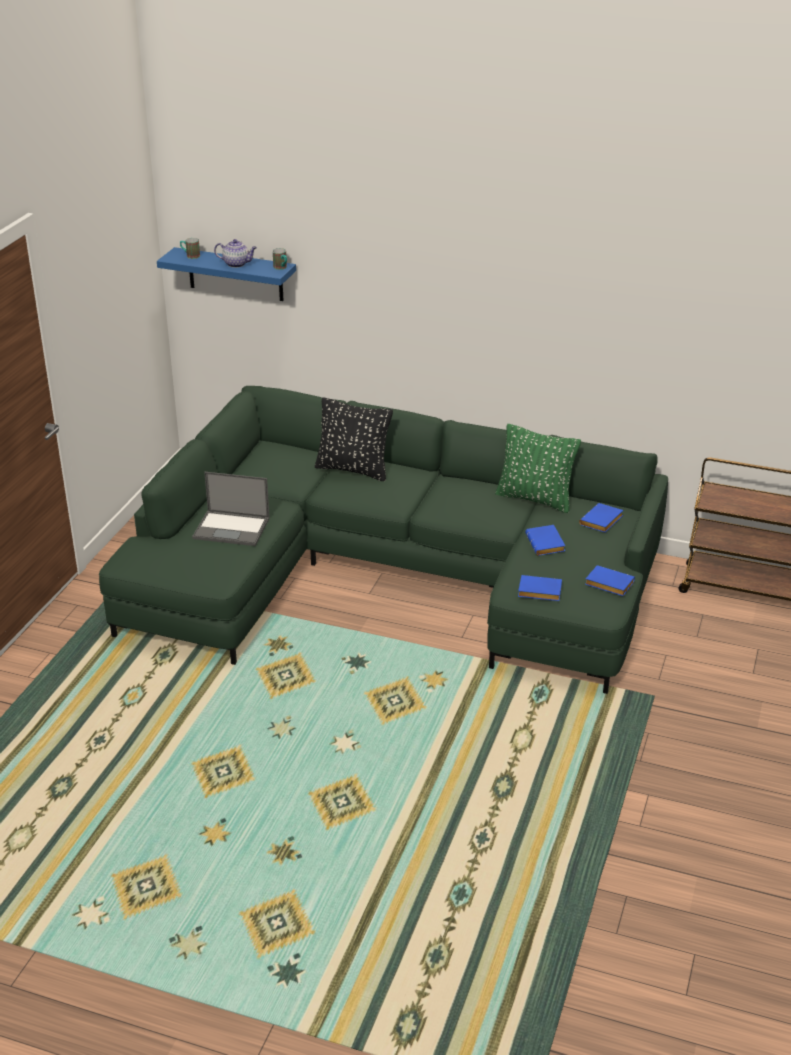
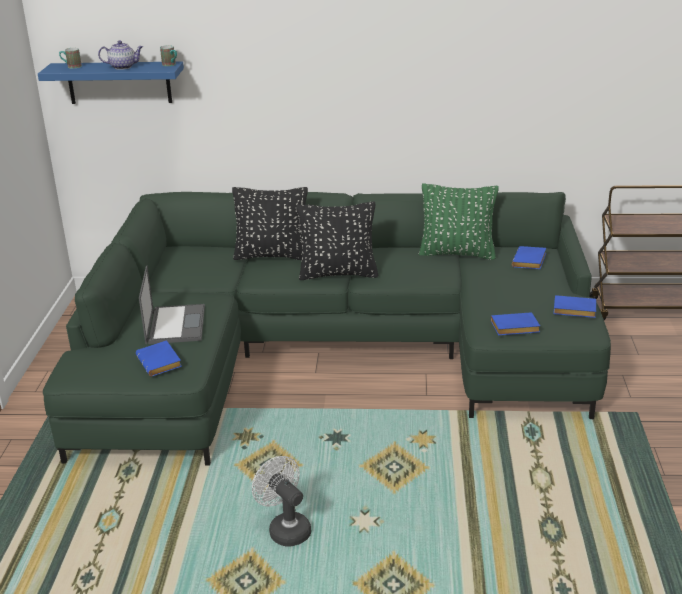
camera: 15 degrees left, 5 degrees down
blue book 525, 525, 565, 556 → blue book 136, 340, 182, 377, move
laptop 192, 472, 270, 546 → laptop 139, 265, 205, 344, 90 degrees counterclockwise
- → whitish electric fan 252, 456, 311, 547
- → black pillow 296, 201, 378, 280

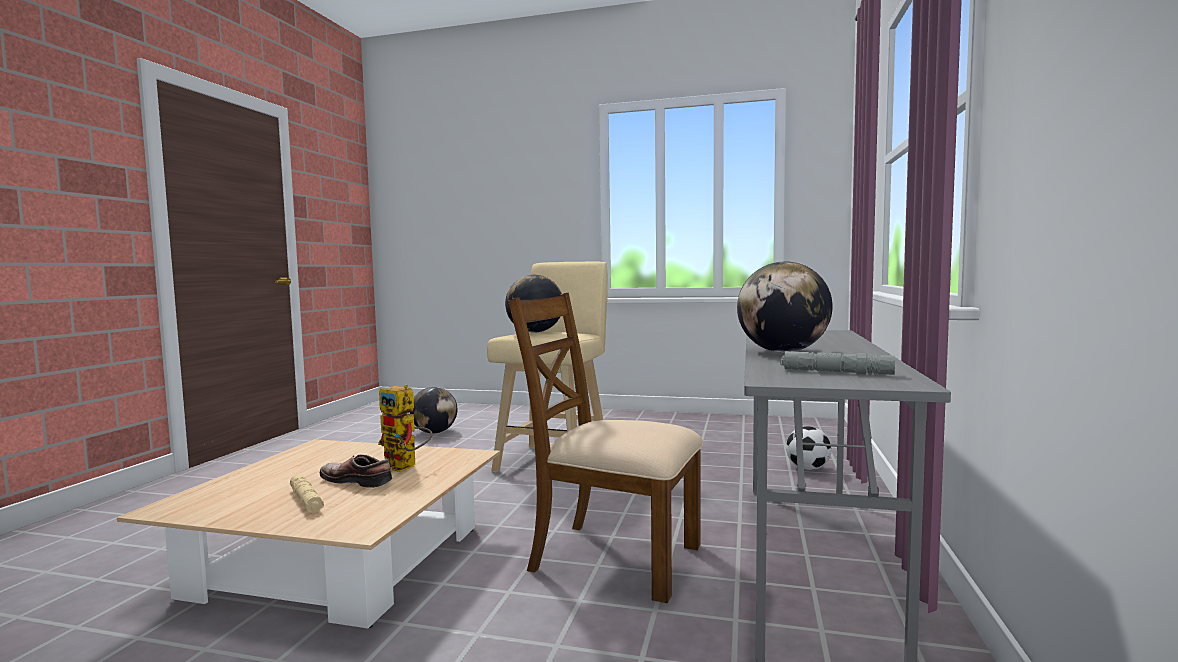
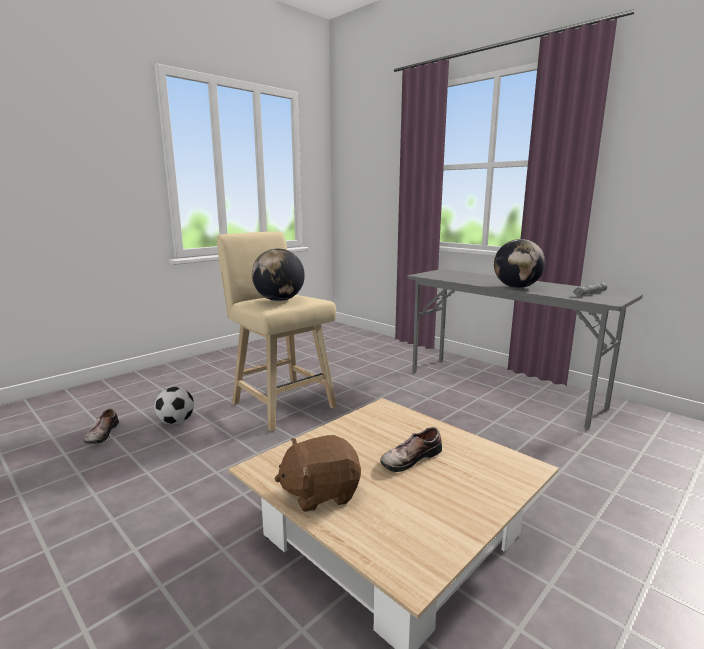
camera: 60 degrees left, 10 degrees up
globe 410, 387, 457, 433 → item of footwear 84, 409, 119, 444
football ball 786, 426, 831, 470 → football ball 154, 387, 194, 424, move
- → brownish plush toy 275, 435, 361, 512
beige-coloured flashlight 290, 474, 324, 513 → -
robot figure 378, 385, 433, 472 → -
brownish upright chair 508, 293, 703, 603 → -

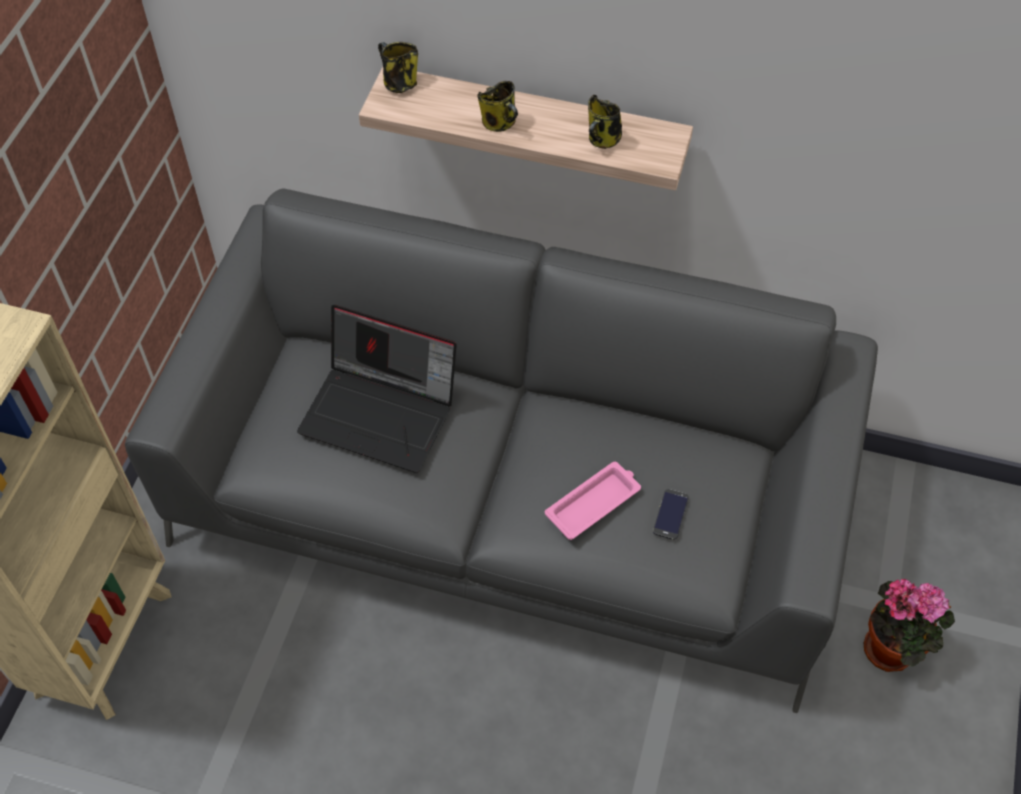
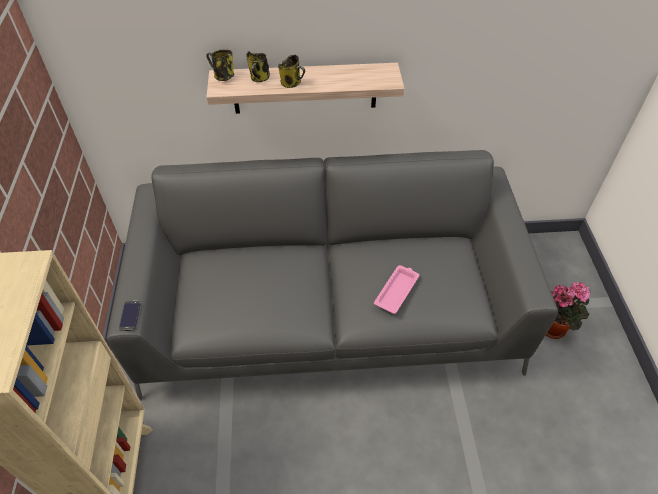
camera: 20 degrees left, 5 degrees down
telephone 653, 489, 689, 540 → telephone 119, 301, 141, 331, move
mug 588, 95, 622, 149 → mug 246, 51, 270, 82, move
laptop 297, 305, 457, 473 → -

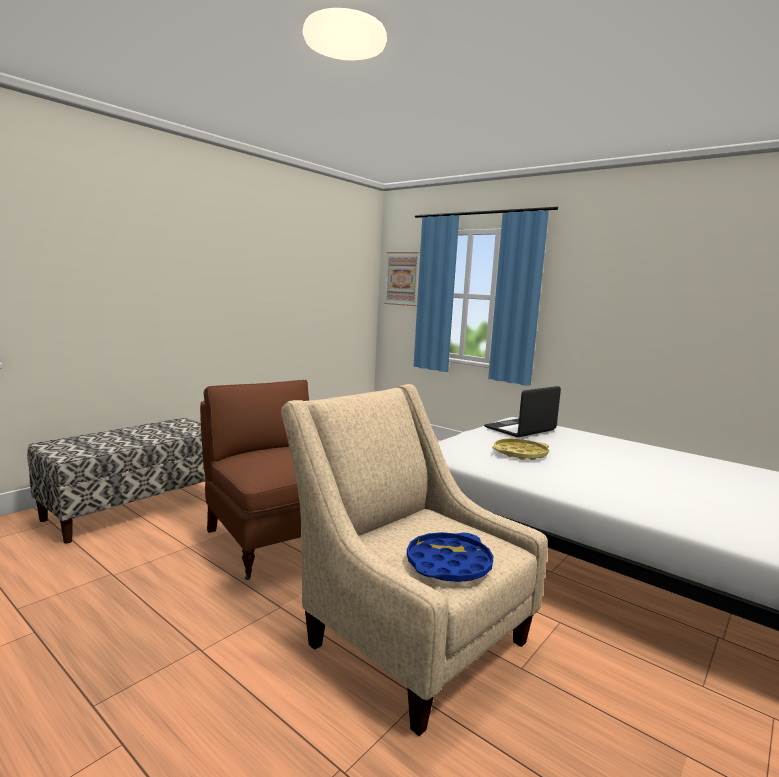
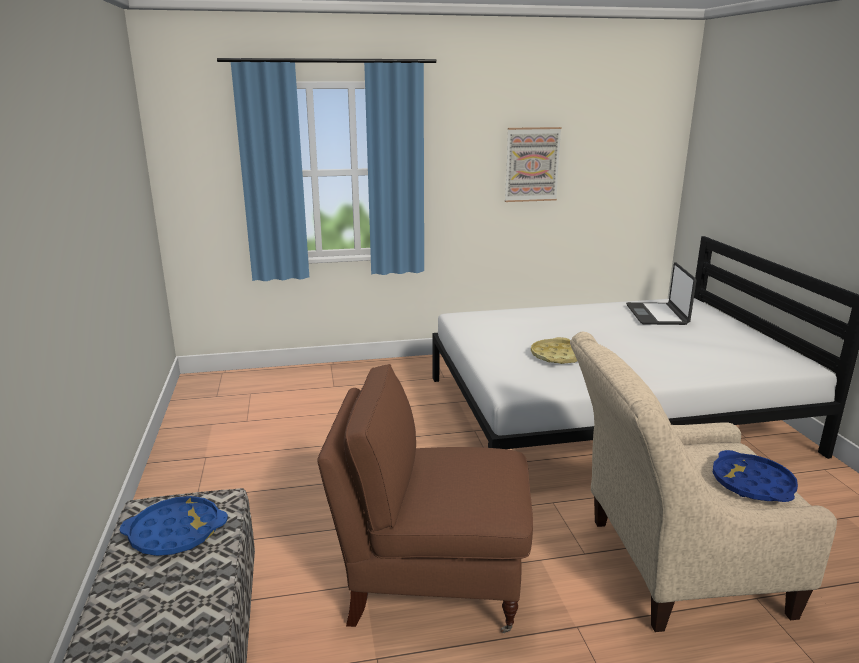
camera: 50 degrees left, 10 degrees up
- → blue tray 120, 496, 228, 556
picture 384, 252, 420, 306 → picture 505, 127, 562, 202, move
laptop 484, 386, 561, 437 → laptop 626, 262, 696, 325, move

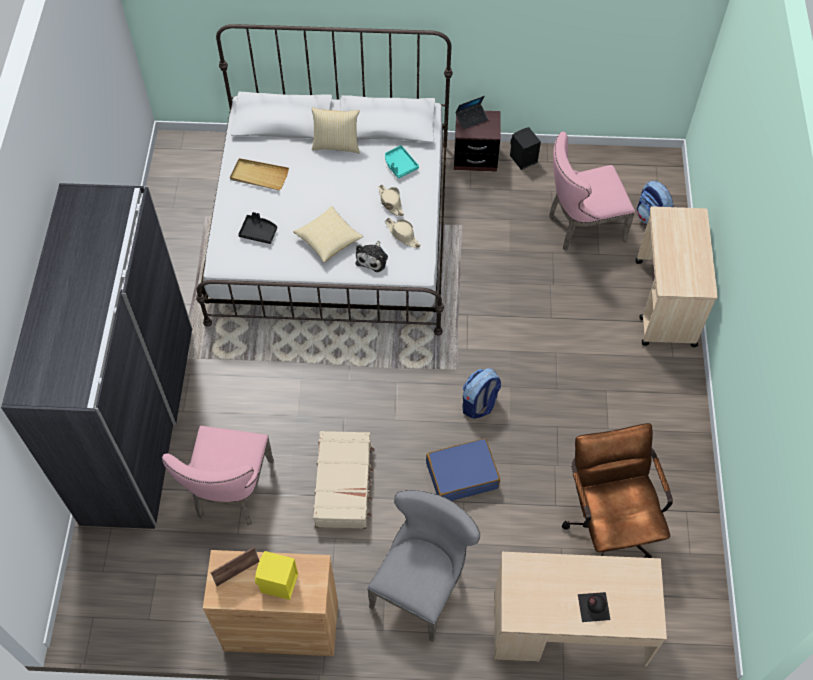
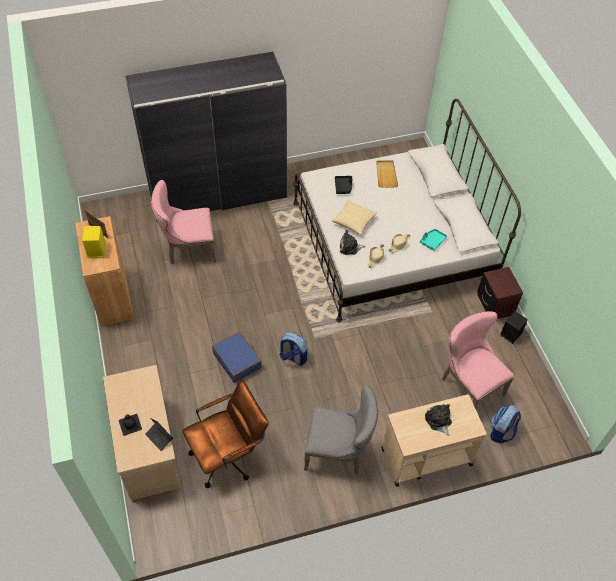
camera: 70 degrees right, 5 degrees down
laptop 455, 96, 488, 129 → laptop 145, 418, 173, 451, move
gray upright chair 367, 490, 480, 642 → gray upright chair 304, 386, 378, 474, move
- → plush toy 425, 404, 452, 436
pillow 311, 108, 360, 153 → -
beige-coloured travel case 313, 431, 375, 529 → -

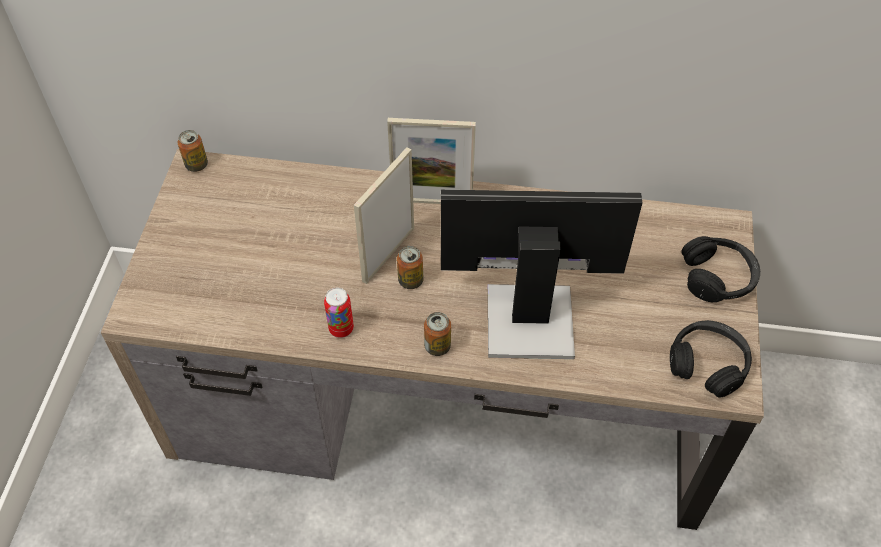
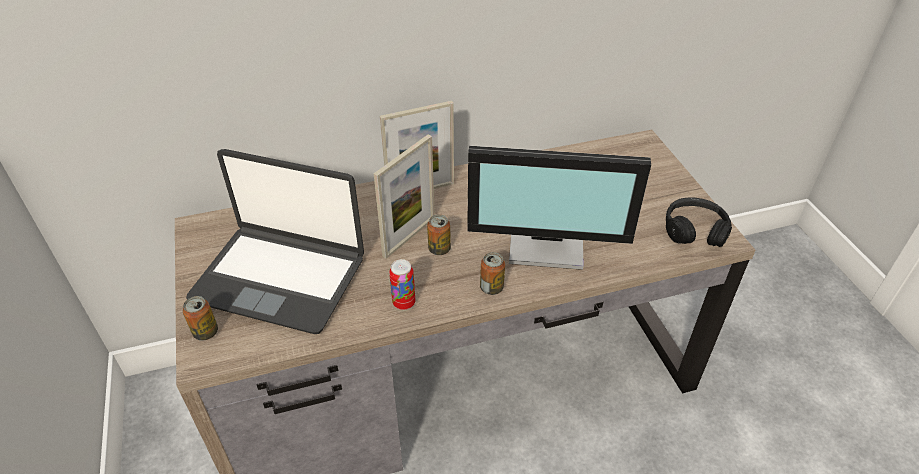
camera: 25 degrees left, 10 degrees down
sealed can 178, 130, 208, 172 → sealed can 183, 296, 218, 341, move
- → laptop 186, 149, 364, 334
photo frame 354, 147, 414, 284 → photo frame 374, 135, 435, 259, 150 degrees counterclockwise
monitor 441, 190, 642, 359 → monitor 467, 146, 651, 270, 150 degrees counterclockwise
black headset 681, 236, 760, 302 → -

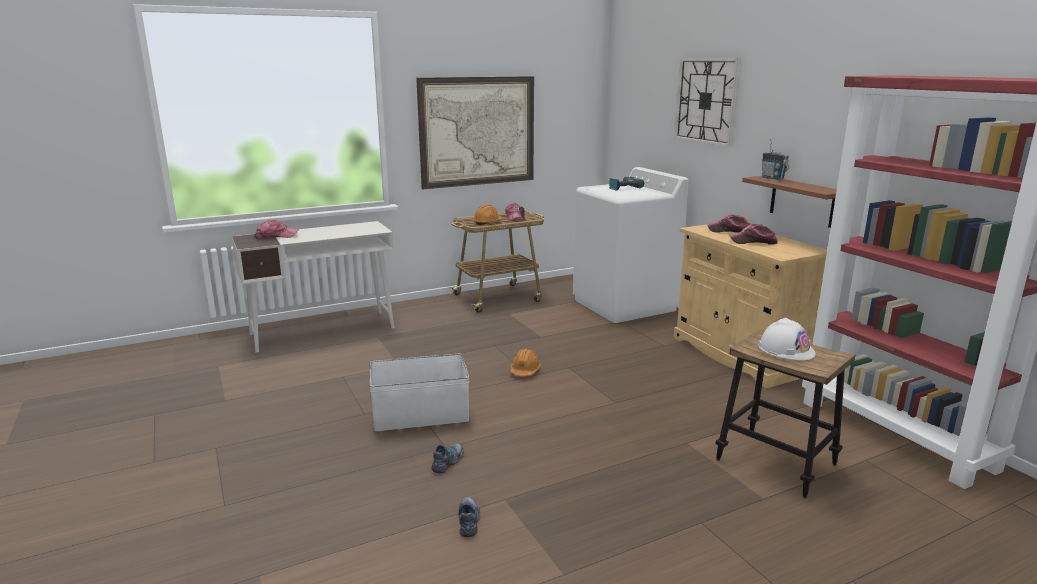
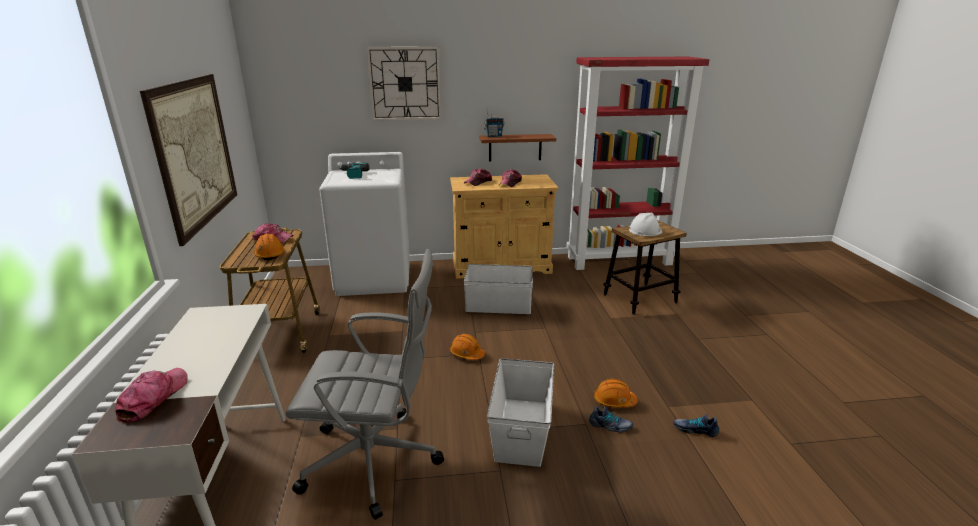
camera: 70 degrees left, 5 degrees up
- → gray desk chair 286, 249, 444, 520
- → whitish storage bin 464, 264, 533, 314
item of footwear 431, 443, 463, 473 → item of footwear 589, 406, 633, 433, 150 degrees clockwise
- → orangey hard hat 594, 379, 638, 408

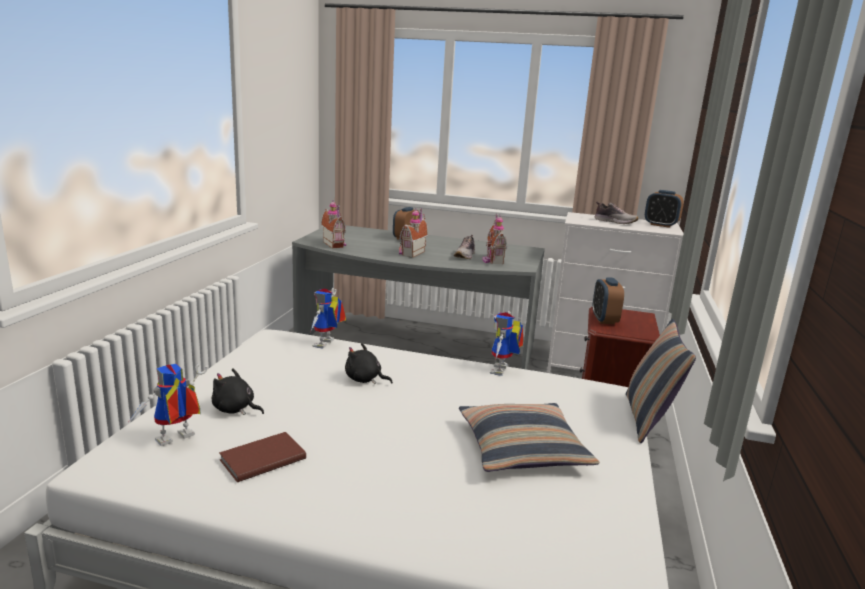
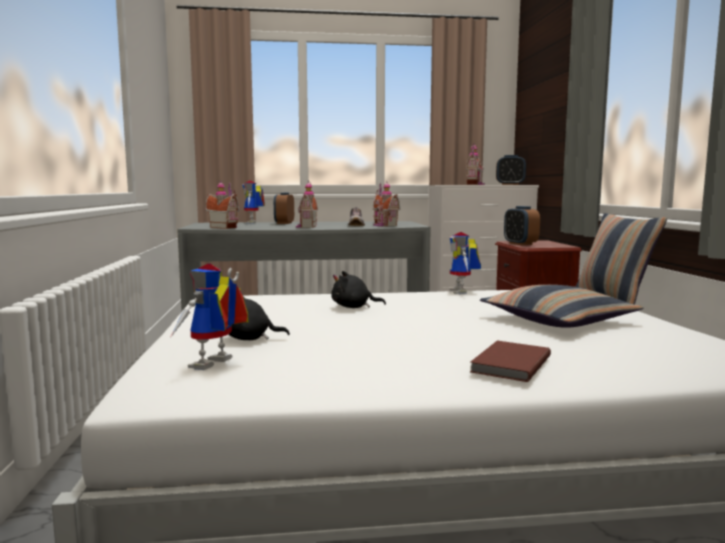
camera: 20 degrees left, 10 degrees down
robot figure 310, 288, 346, 348 → robot figure 242, 181, 265, 224, move
item of footwear 595, 202, 638, 224 → toy house 466, 144, 485, 185
brownish book 219, 432, 306, 482 → brownish book 470, 341, 551, 382, move

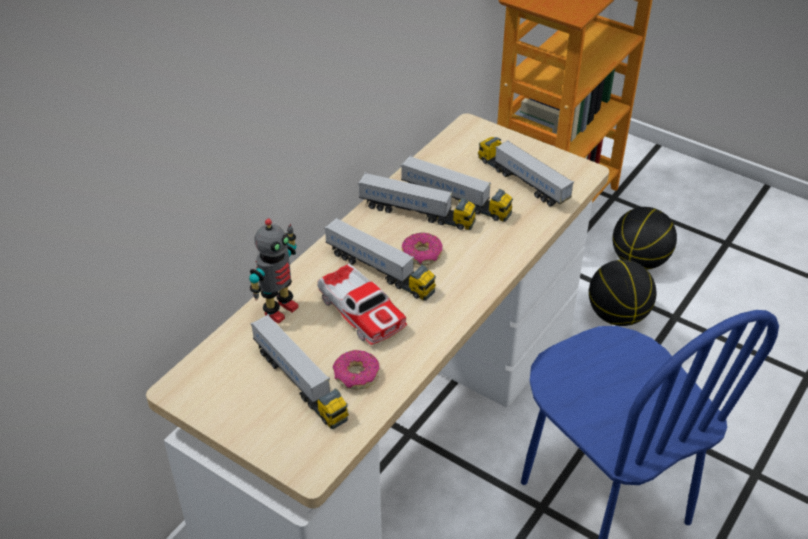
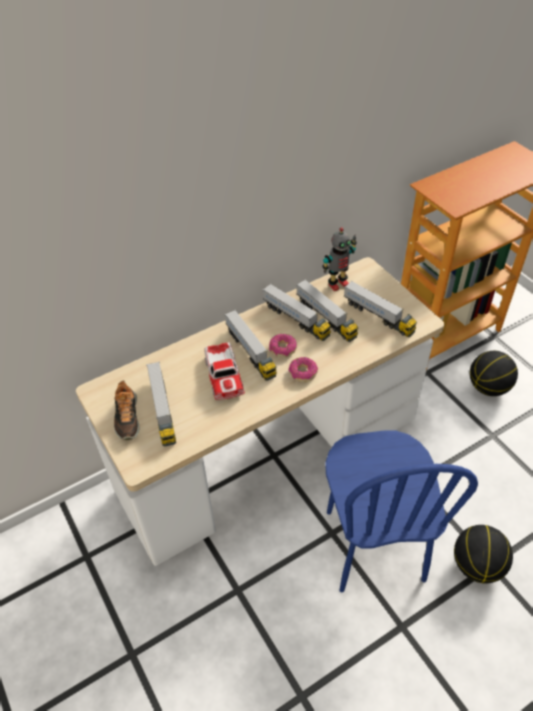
camera: 25 degrees right, 5 degrees up
- → item of footwear 114, 380, 139, 440
doughnut 333, 350, 379, 390 → doughnut 288, 357, 318, 382, move
robot figure 249, 219, 299, 324 → robot figure 322, 227, 357, 291, move
model truck 478, 137, 574, 207 → model truck 344, 281, 417, 337, 150 degrees clockwise
basketball ball 589, 260, 656, 326 → basketball ball 454, 525, 513, 584, move

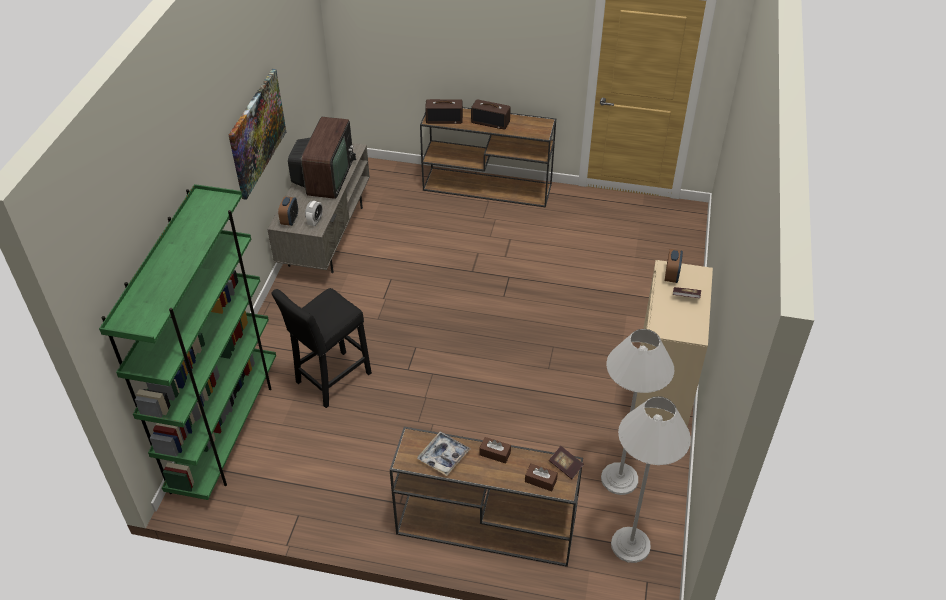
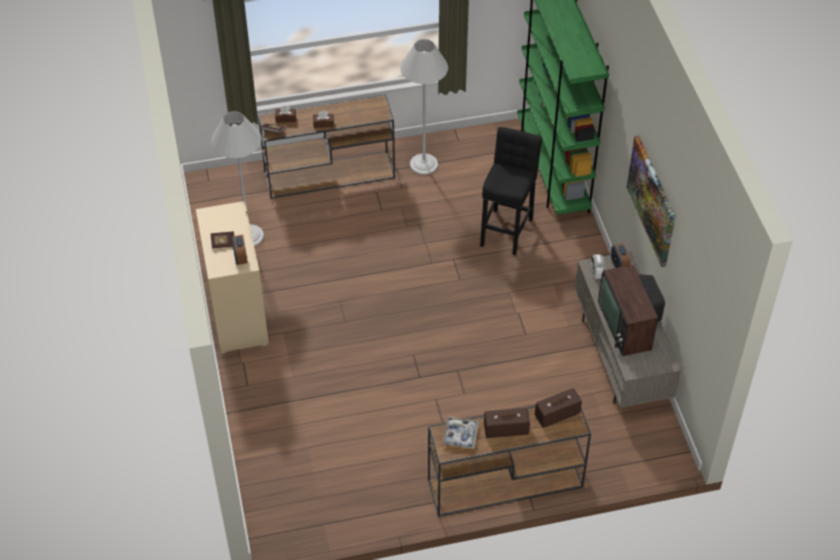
camera: 155 degrees right, 5 degrees up
whitish standard lamp 611, 396, 691, 563 → whitish standard lamp 400, 39, 448, 175, move
tray 417, 432, 470, 476 → tray 442, 416, 479, 449, move

